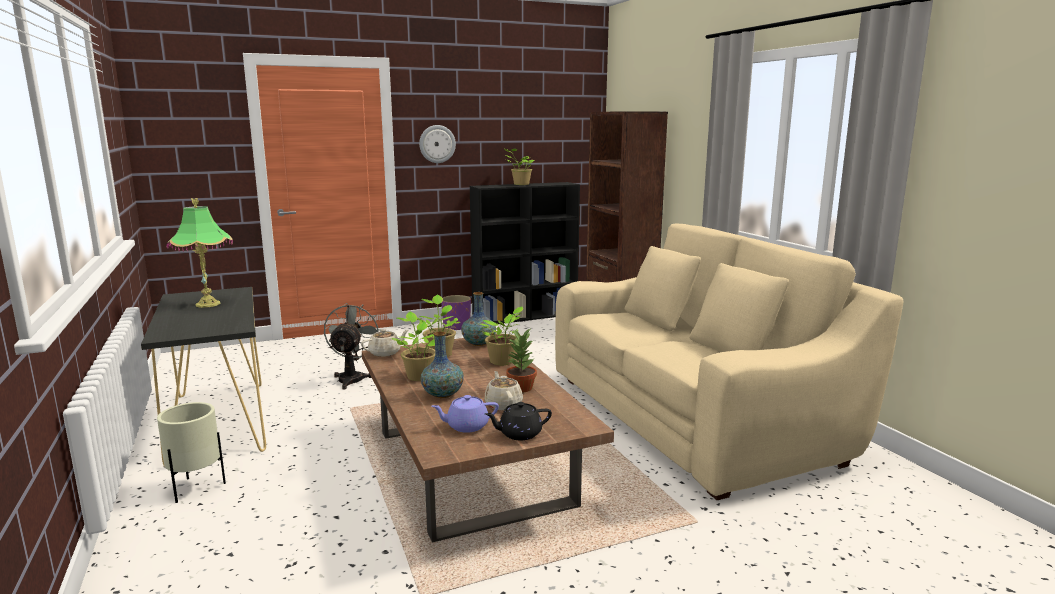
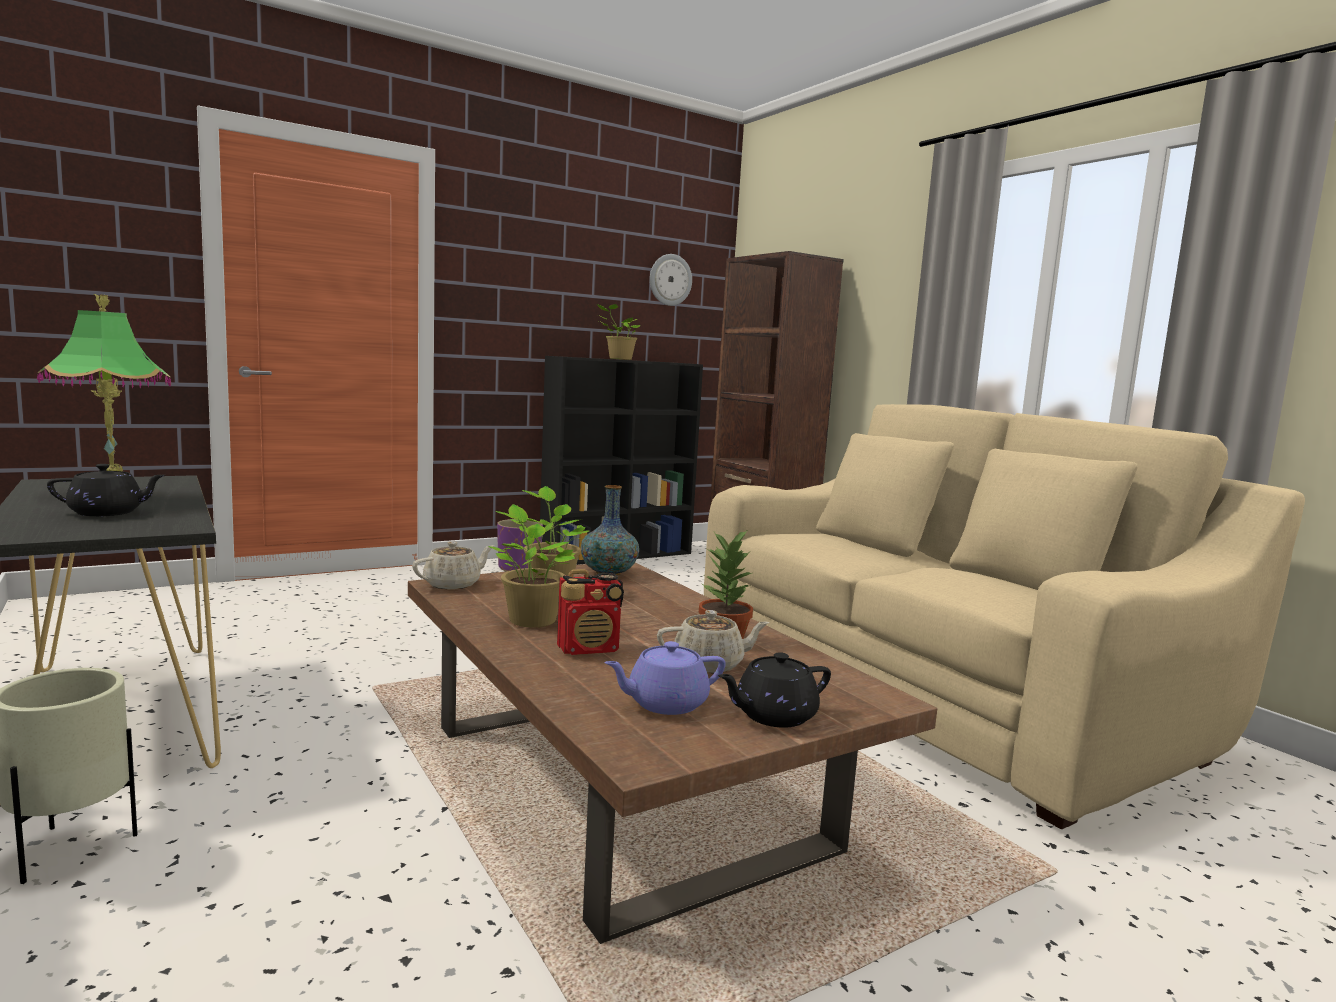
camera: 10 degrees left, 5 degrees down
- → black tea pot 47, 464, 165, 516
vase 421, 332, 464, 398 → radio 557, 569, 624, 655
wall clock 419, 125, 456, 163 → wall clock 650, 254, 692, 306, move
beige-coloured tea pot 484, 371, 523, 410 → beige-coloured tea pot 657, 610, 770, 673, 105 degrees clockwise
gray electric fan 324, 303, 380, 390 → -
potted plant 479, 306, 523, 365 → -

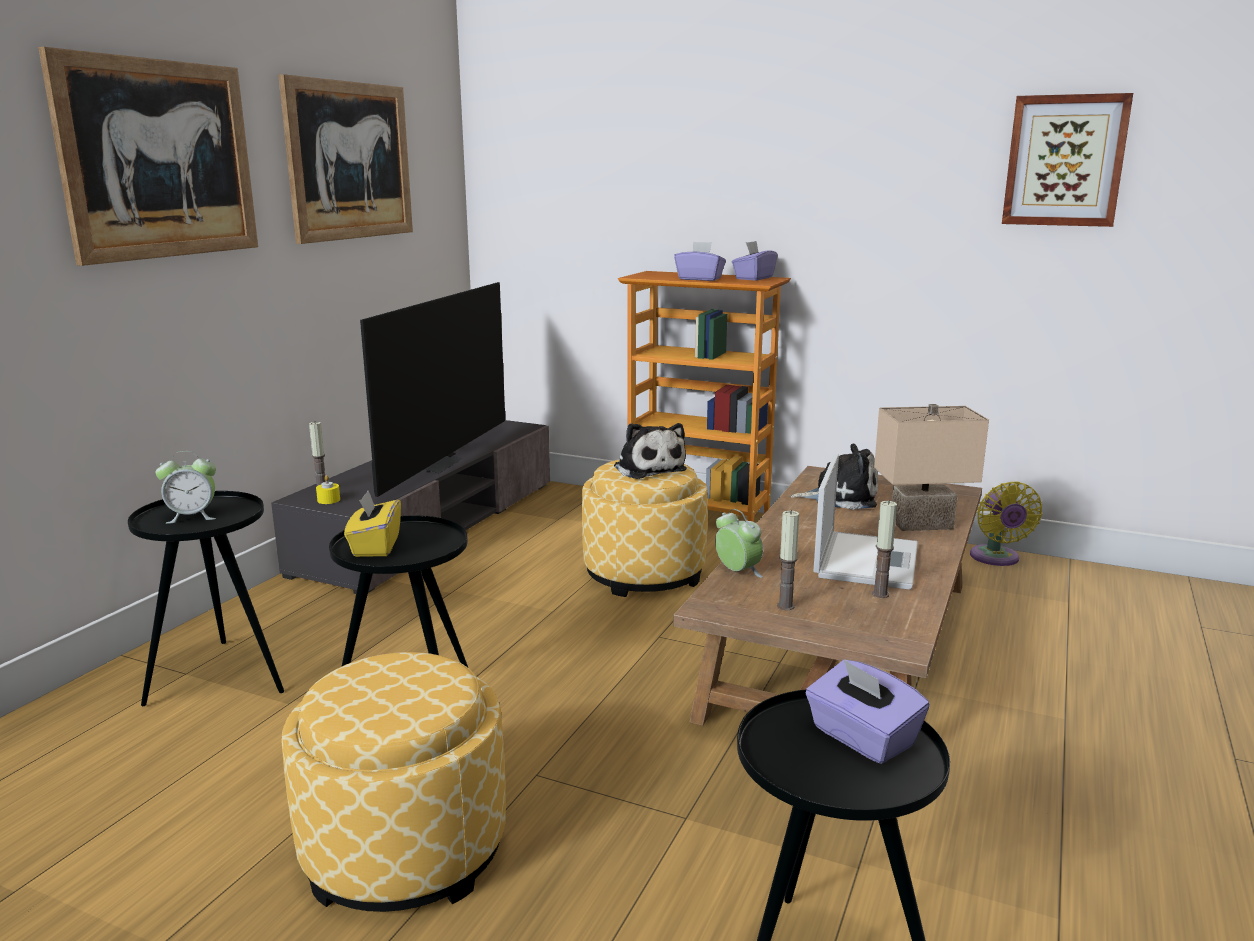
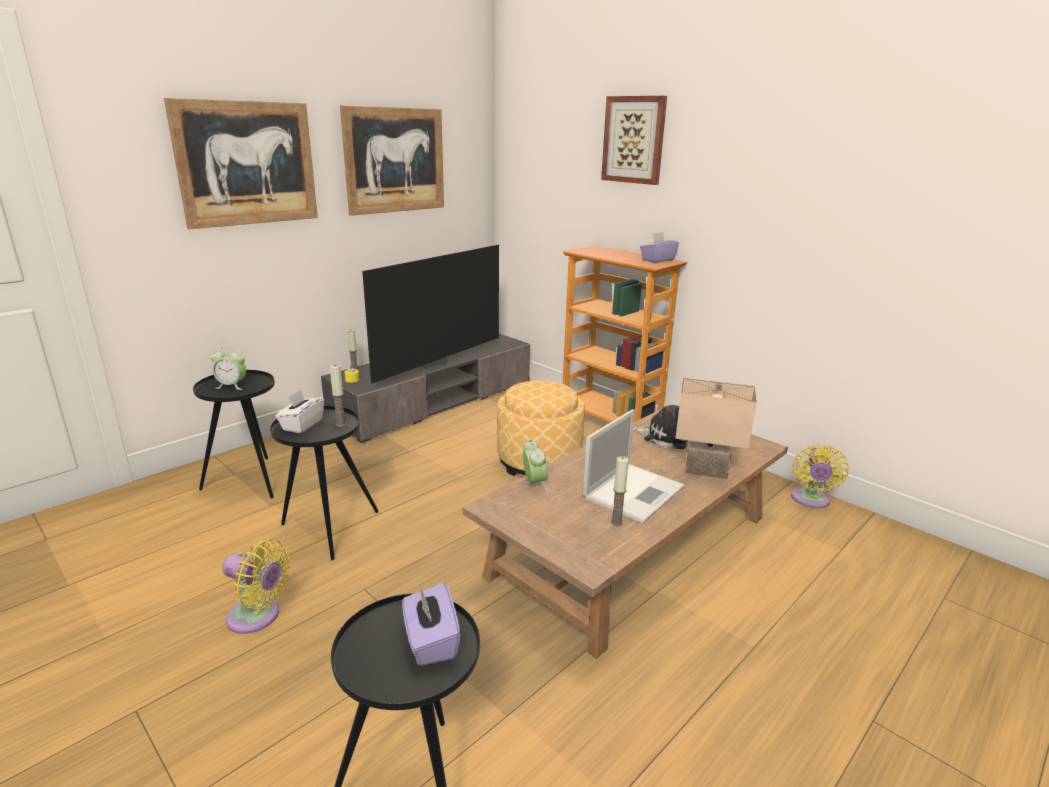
camera: 20 degrees right, 5 degrees up
footrest 281, 652, 506, 912 → yellowish electric fan 222, 539, 290, 634
yellowish tissue holder 344, 490, 401, 557 → whitish tissue holder 276, 390, 324, 433
wax candle 777, 510, 799, 610 → wax candle 330, 364, 346, 427, move
picture 1002, 93, 1133, 227 → picture 601, 96, 667, 185, move
plush toy 614, 423, 687, 479 → -
purple tissue holder 674, 242, 726, 281 → -

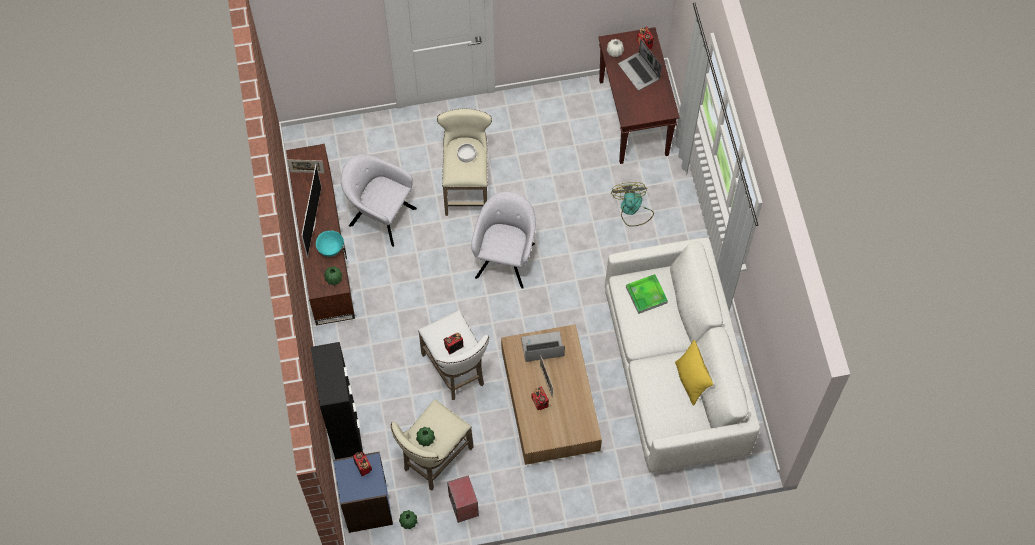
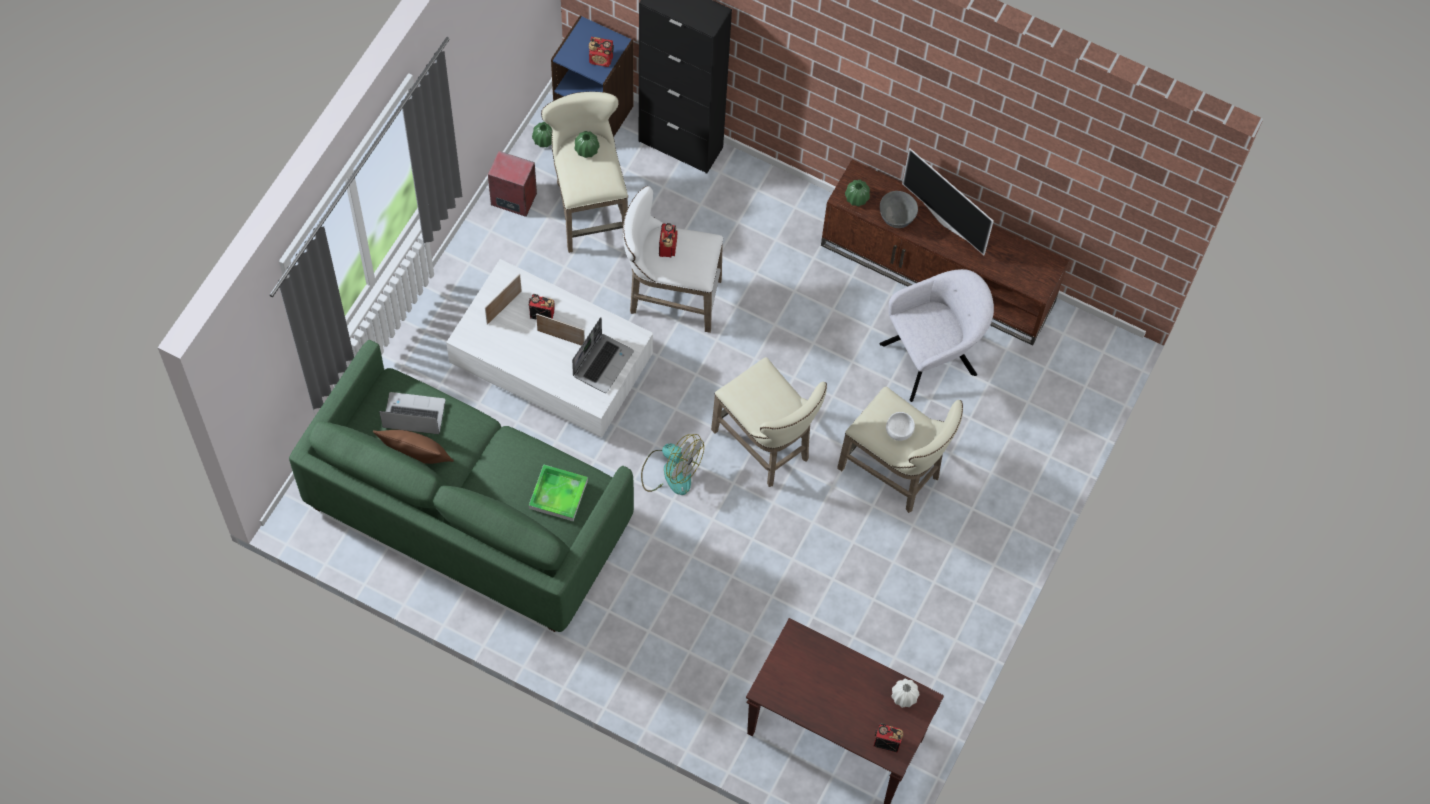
camera: 125 degrees right, 0 degrees up
whitish sofa 605, 238, 760, 472 → green sofa 289, 340, 634, 632
yellowish pillow 675, 340, 713, 405 → brownish pillow 373, 430, 454, 464
laptop 618, 39, 662, 91 → laptop 379, 392, 445, 434, move
brownish coffee table 501, 324, 602, 465 → whitish coffee table 446, 259, 653, 438
photo frame 287, 159, 325, 173 → photo frame 485, 274, 522, 325, move
electric fan 611, 182, 654, 227 → electric fan 641, 434, 704, 495, move
gray easy chair 471, 192, 536, 289 → beige-coloured stool 711, 357, 827, 487
turquoise bowl 316, 230, 344, 257 → gray bowl 880, 191, 918, 228

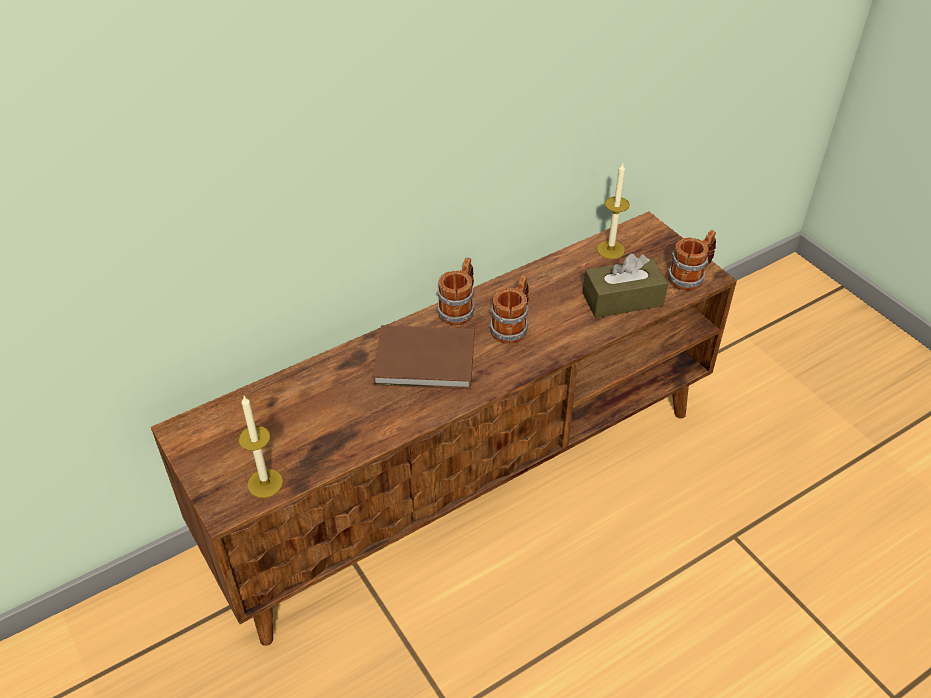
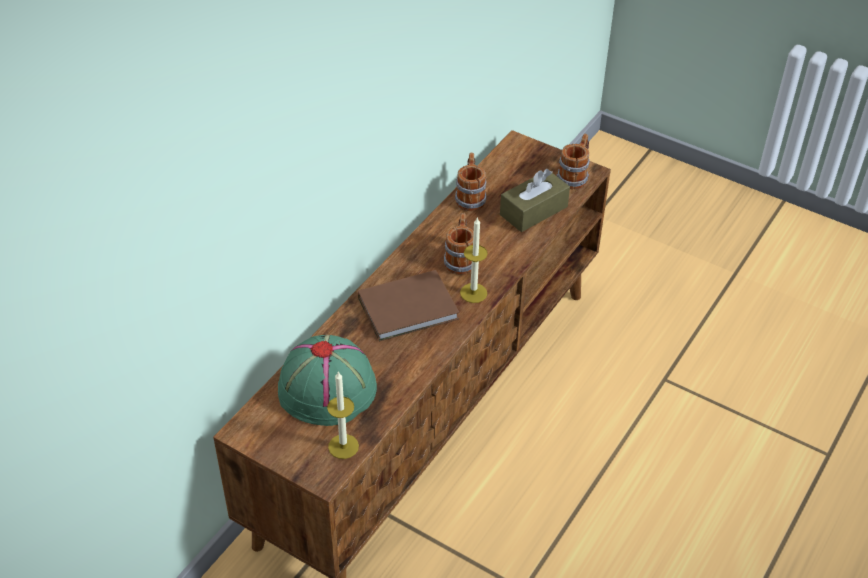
camera: 25 degrees left, 0 degrees up
- → green clothing hat 278, 335, 377, 426
mug 436, 257, 475, 326 → mug 455, 153, 486, 211, move
wax candle 597, 163, 630, 259 → wax candle 460, 217, 488, 303, move

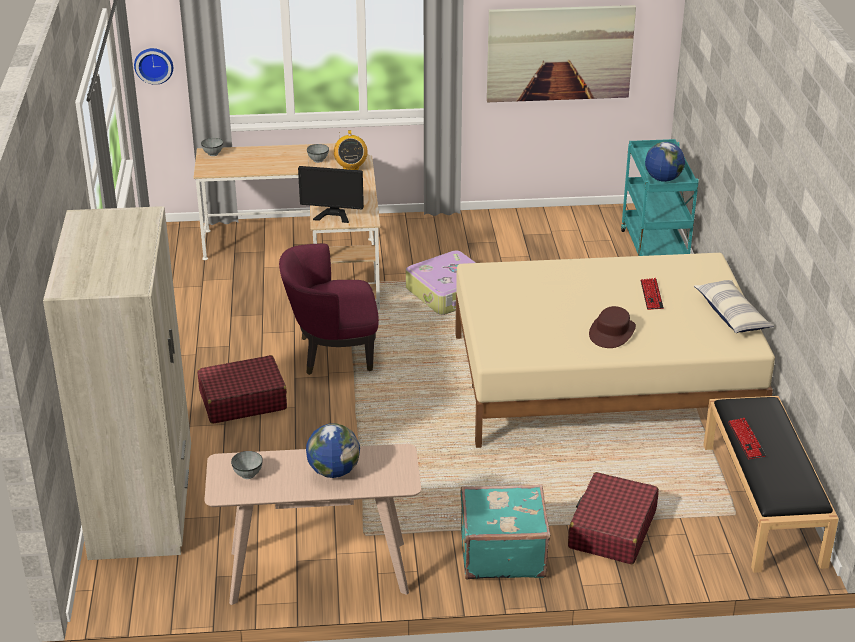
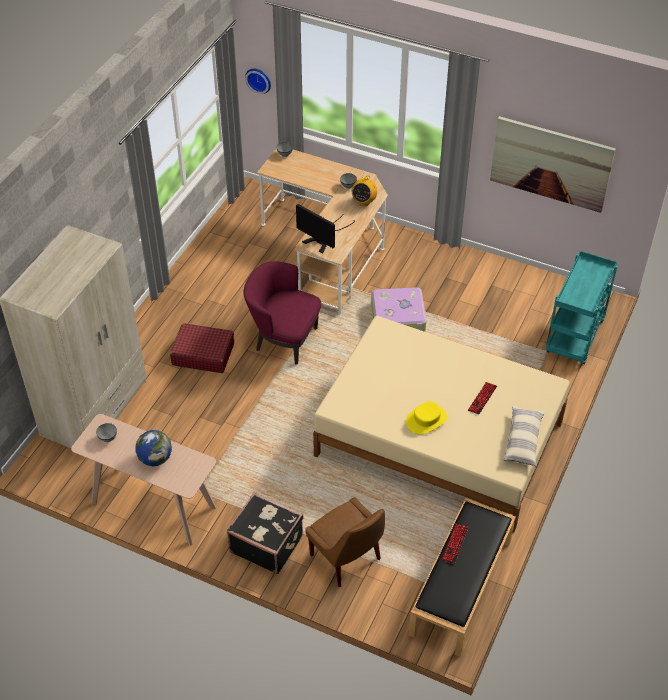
camera: 30 degrees right, 15 degrees up
turquoise travel case 460, 484, 550, 580 → black travel case 227, 492, 304, 574
reddish travel case 568, 472, 659, 564 → brownish upright chair 305, 497, 385, 587
brownish clothing hat 589, 306, 636, 348 → yellowish clothing hat 406, 401, 447, 434
globe 645, 142, 685, 182 → -

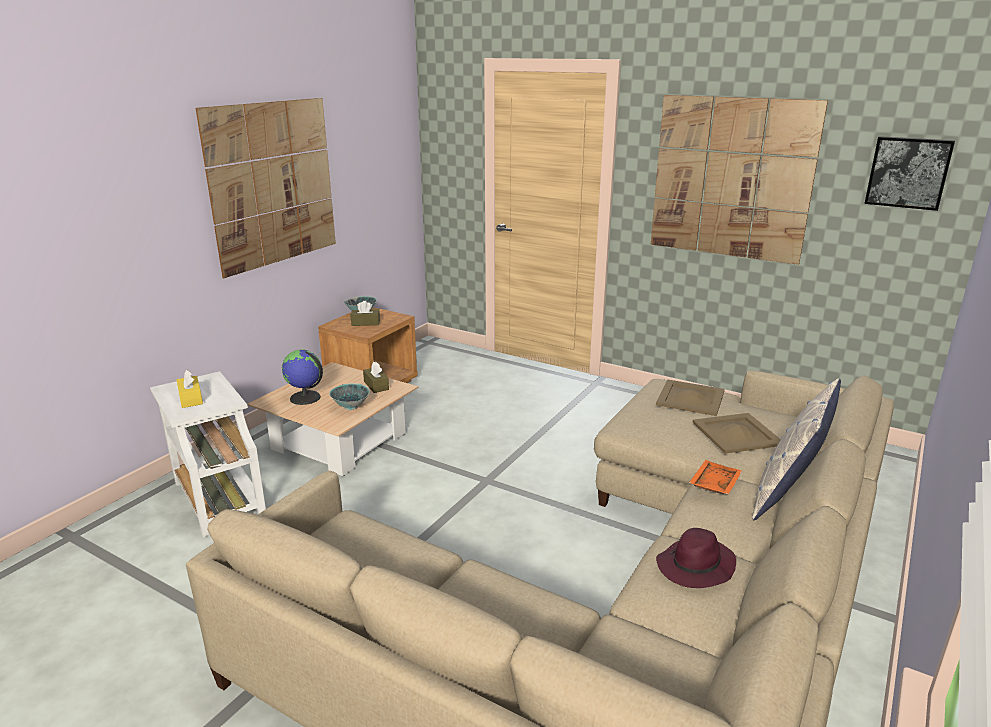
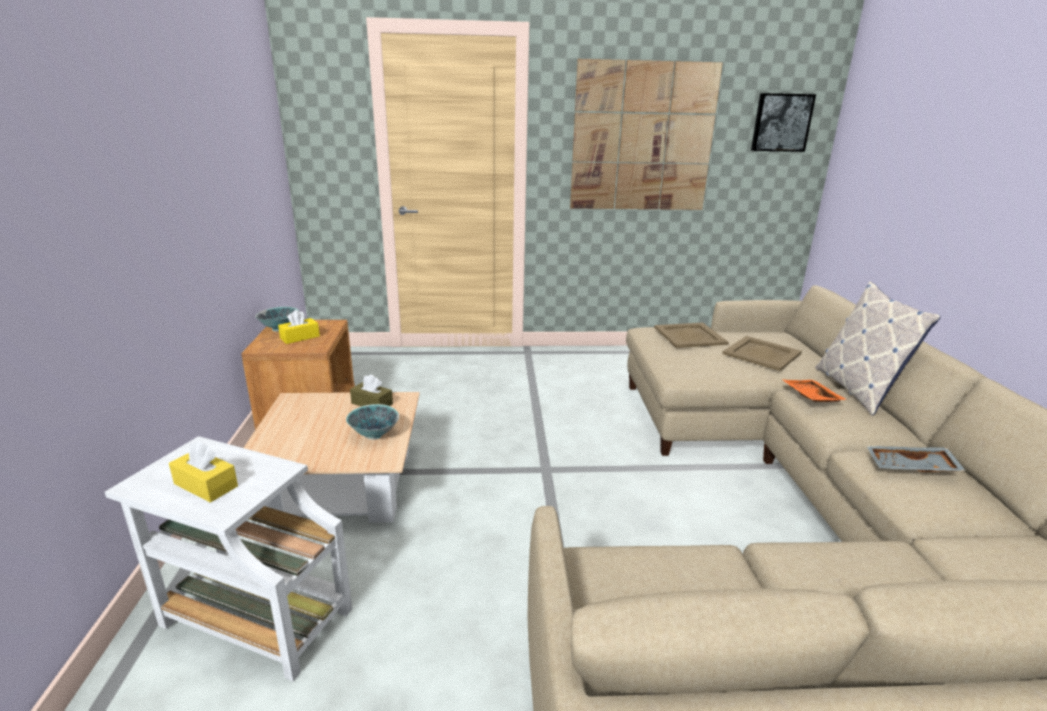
camera: 35 degrees left, 0 degrees up
brownish tissue holder 351, 301, 380, 326 → yellowish tissue holder 278, 310, 320, 344
purple clothing hat 656, 528, 736, 588 → gray tray 867, 446, 966, 472
picture 196, 98, 336, 278 → -
globe 282, 349, 323, 405 → -

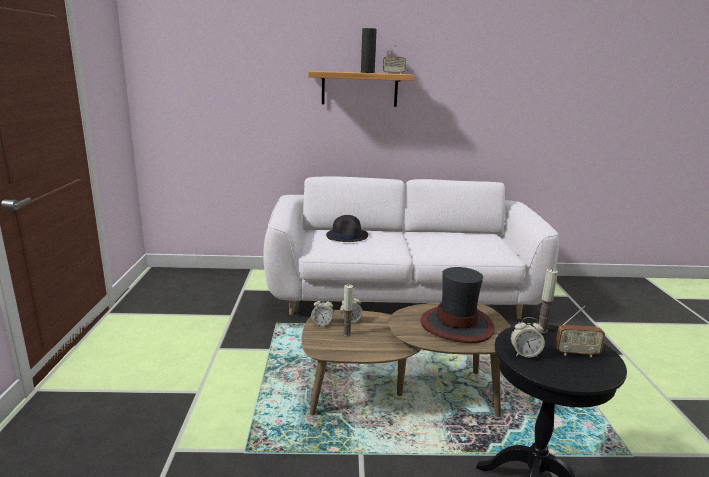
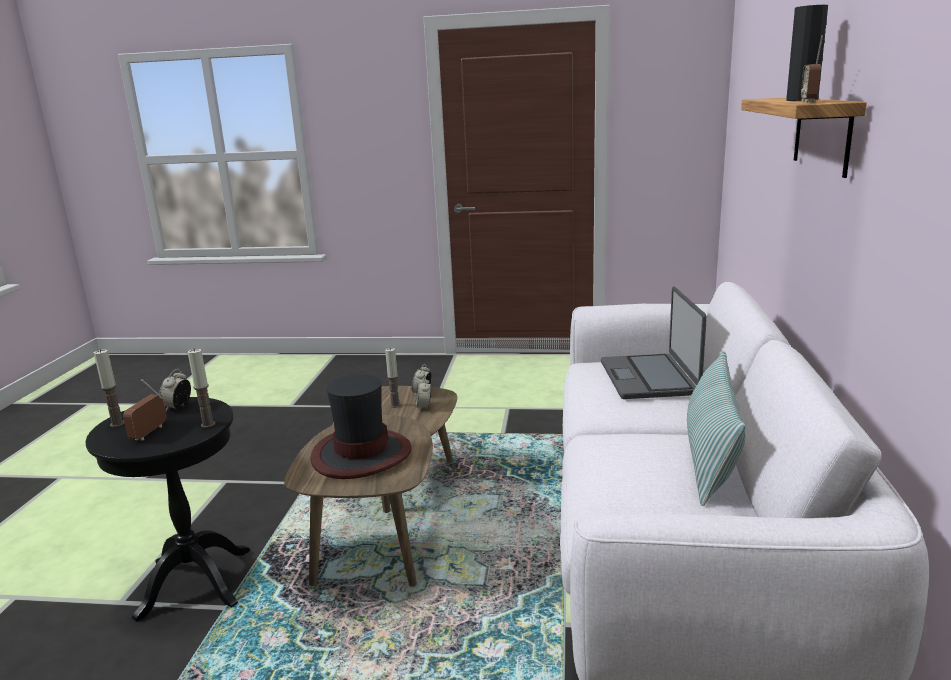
camera: 100 degrees right, 0 degrees up
- → wax candle 94, 349, 125, 427
black clothing hat 326, 215, 368, 242 → laptop 601, 287, 707, 399
- → pillow 687, 351, 745, 506

